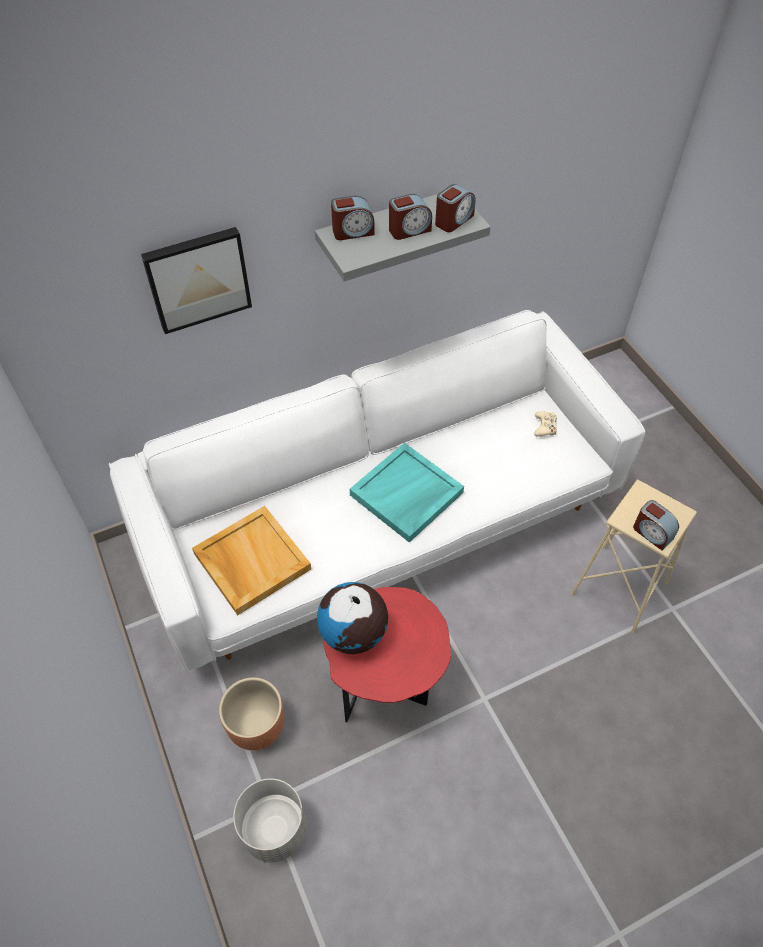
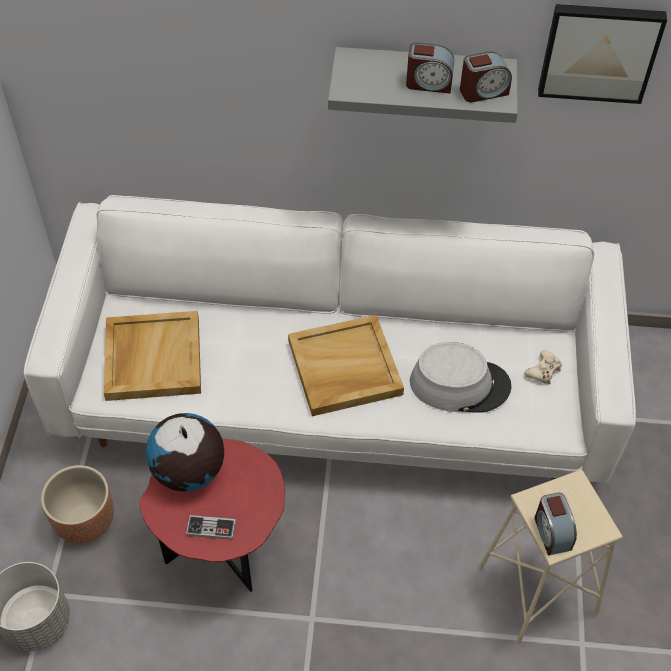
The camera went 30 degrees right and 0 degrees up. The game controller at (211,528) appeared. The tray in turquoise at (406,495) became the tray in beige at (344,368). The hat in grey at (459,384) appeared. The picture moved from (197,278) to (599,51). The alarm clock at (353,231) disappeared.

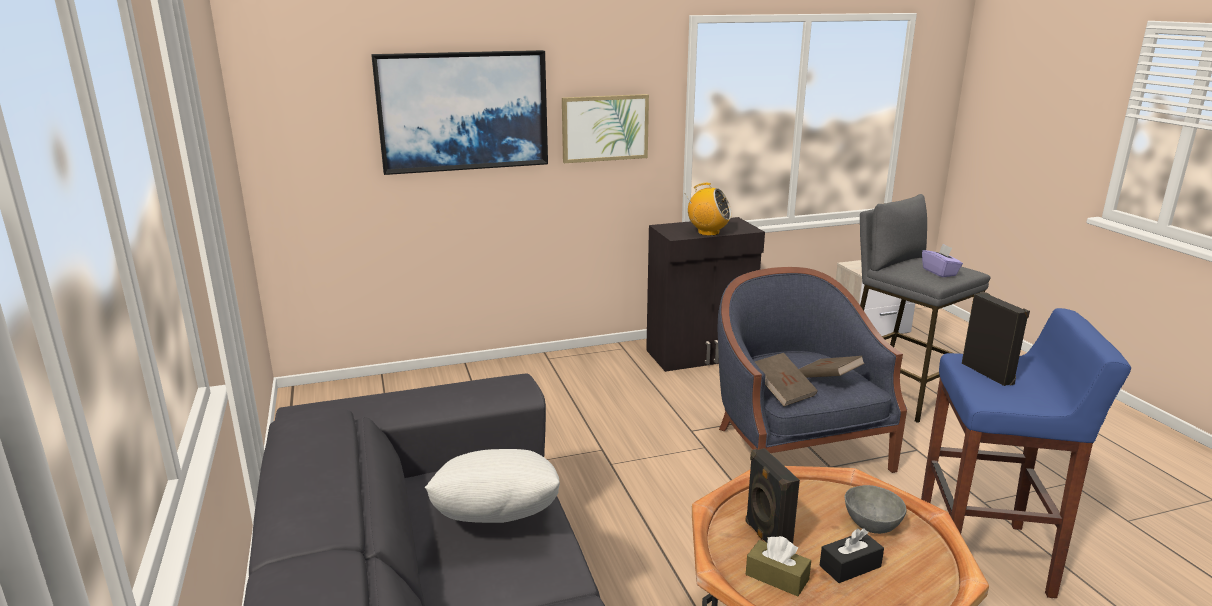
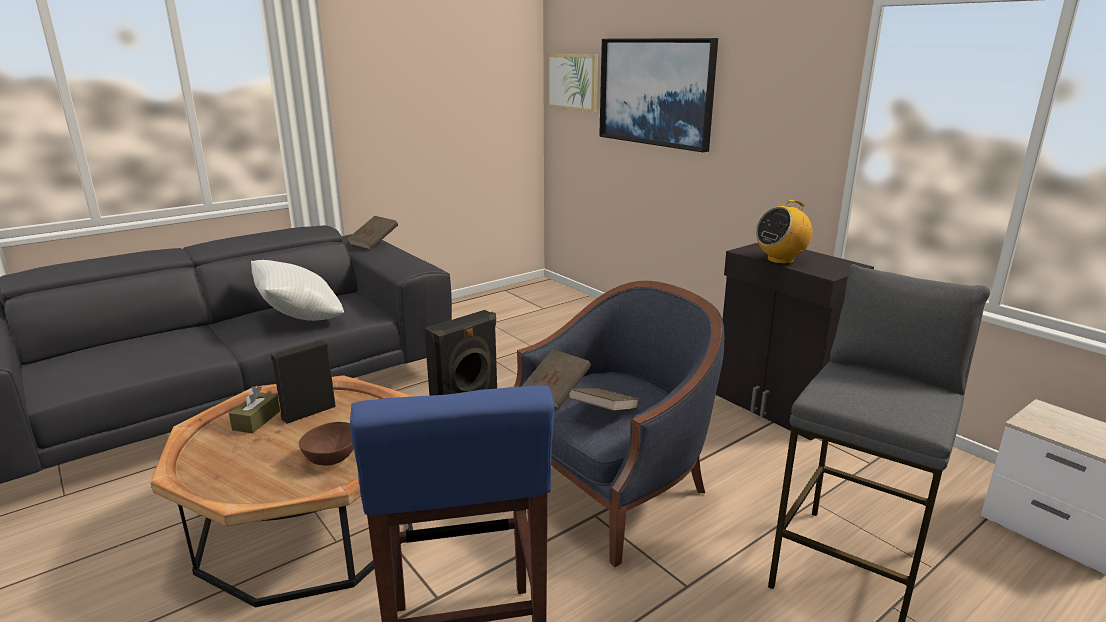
The camera went 70 degrees right and 0 degrees up. The bowl in grey at (871,524) became the bowl in brown at (333,458). The book in brown at (374,243) appeared. The picture moved from (605,128) to (573,82). The radio at (708,232) turned 60 degrees clockwise. The tissue box in black at (850,566) disappeared. The tissue box in purple at (940,272) disappeared.

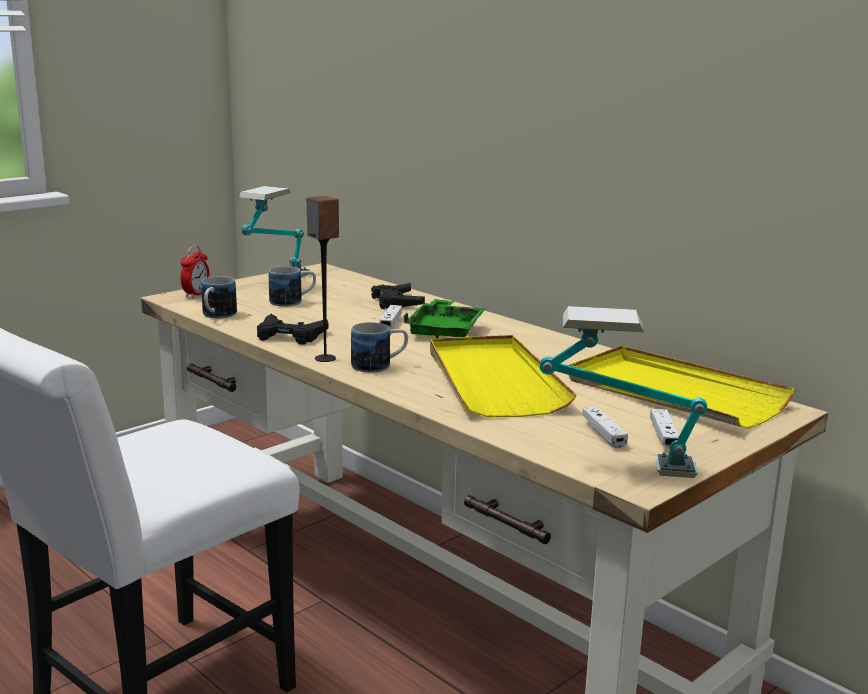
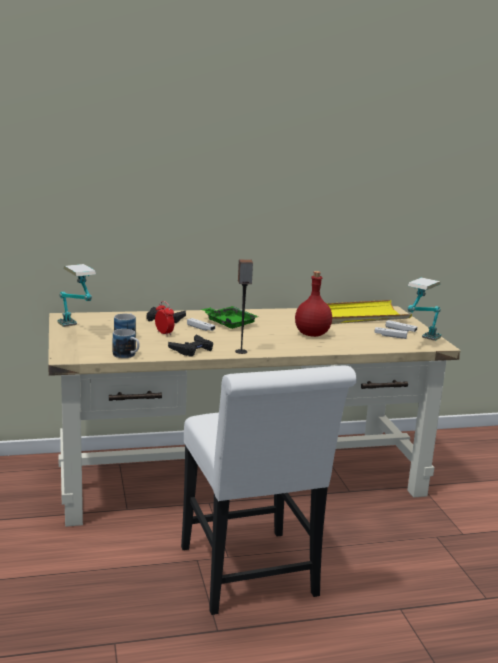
The camera went 60 degrees left and 0 degrees up. The alarm clock moved from (196,294) to (164,333). The tray in yellow at (493,380) was replaced by the bottle in red at (311,334). The mug at (379,365) disappeared.

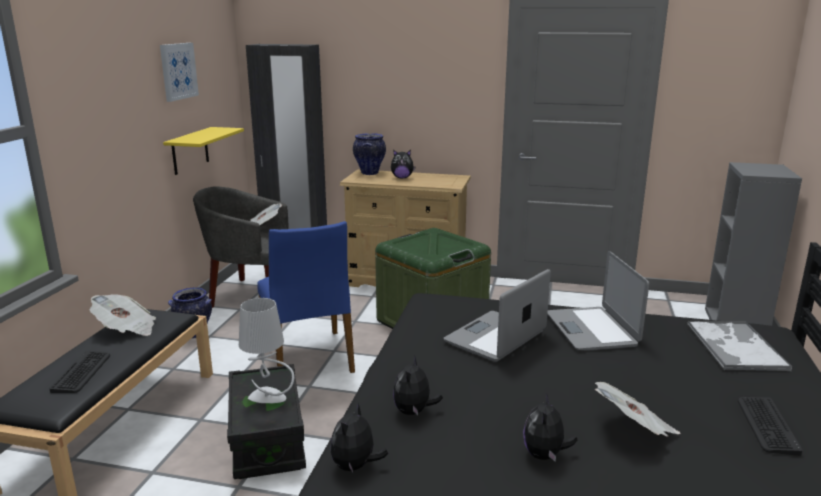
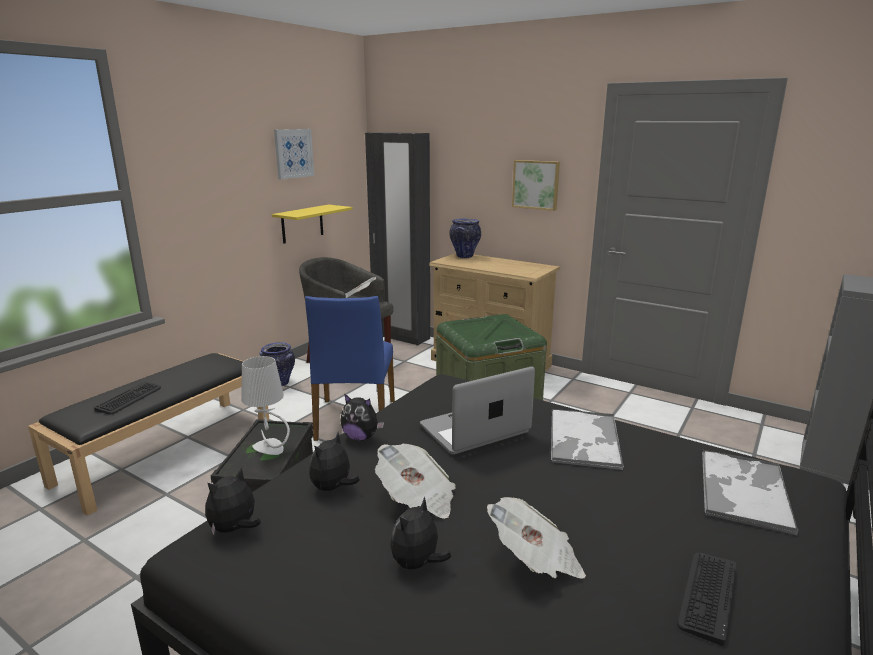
The camera went 20 degrees right and 0 degrees up. The plush toy moved from (402,178) to (361,437). The newspaper moved from (126,329) to (417,498). The picture at (536,184) appeared. The laptop at (592,329) was replaced by the tray at (584,439).

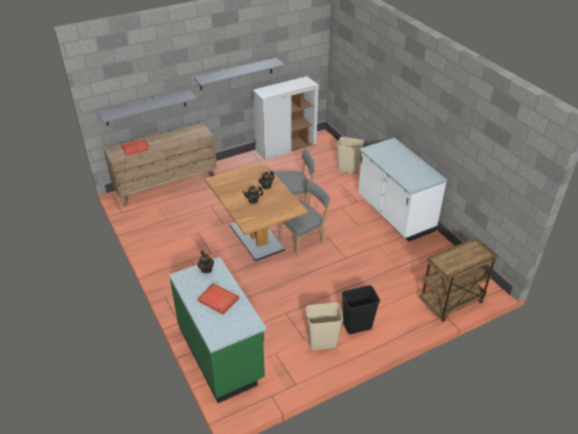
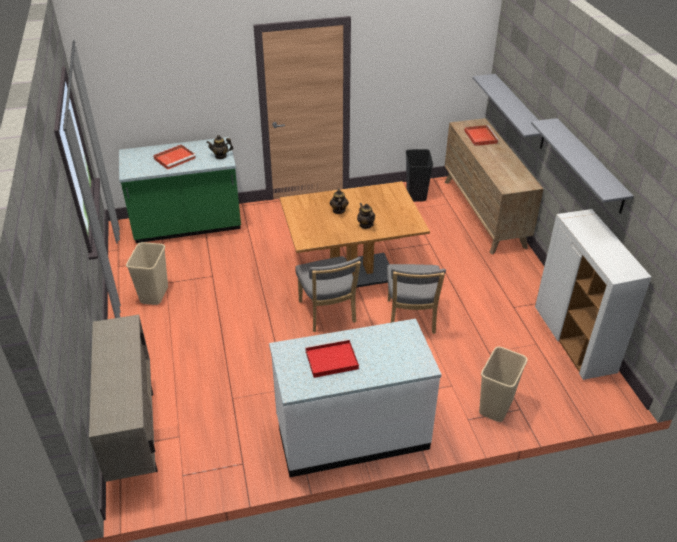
The camera went 105 degrees right and 0 degrees up. The cart in brown at (451,303) was replaced by the cabinet in beige at (134,434). The tray in red at (330,360) appeared. The trash can in black moved from (357,326) to (415,195).

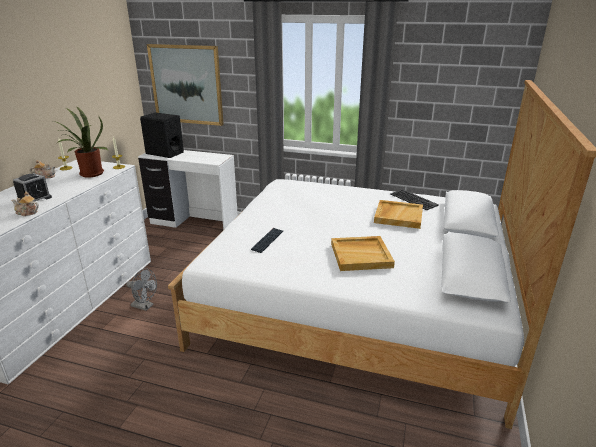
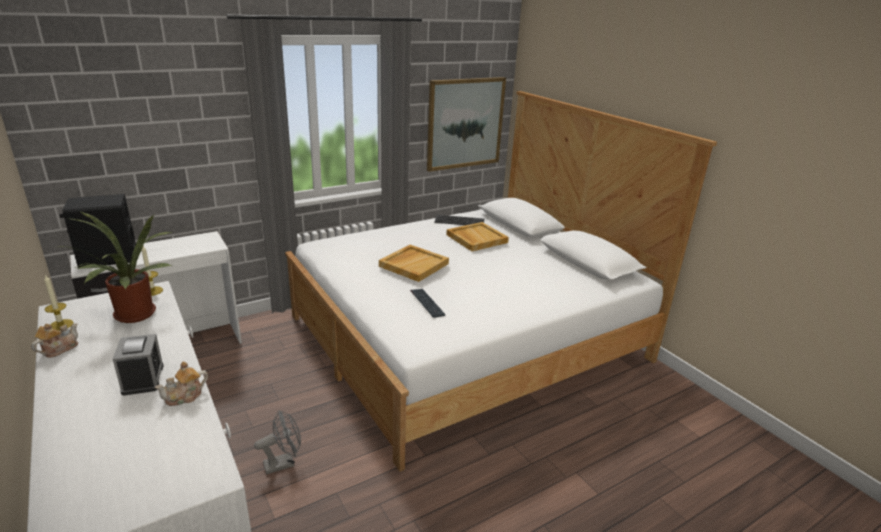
The camera went 50 degrees left and 0 degrees up. The tray in beige moved from (361,255) to (414,265). The picture moved from (186,85) to (465,123).

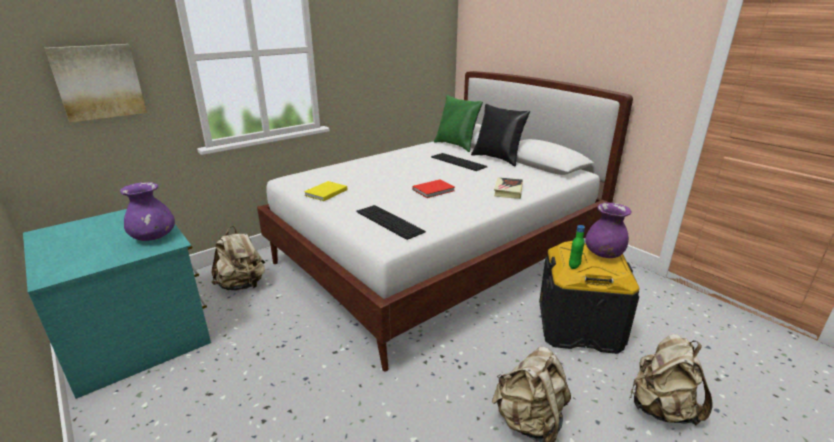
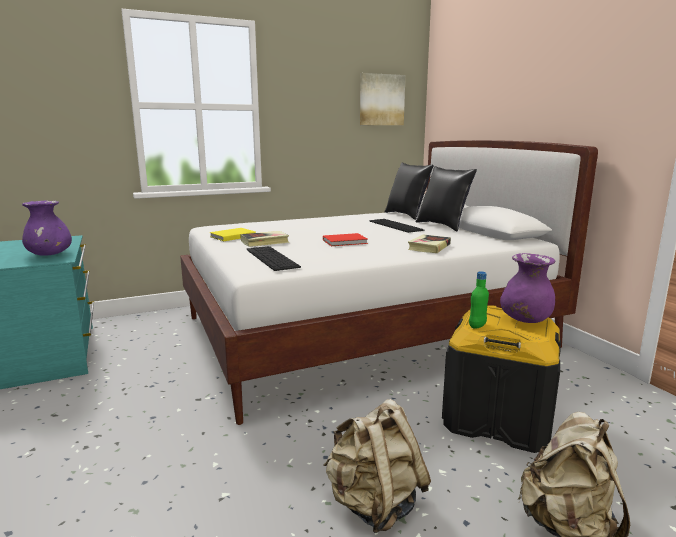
The camera went 15 degrees right and 10 degrees down. The book at (265,242) appeared. The picture moved from (98,82) to (381,100). The pillow in green at (457,145) became the pillow in black at (407,215). The backpack in beige at (242,285) disappeared.

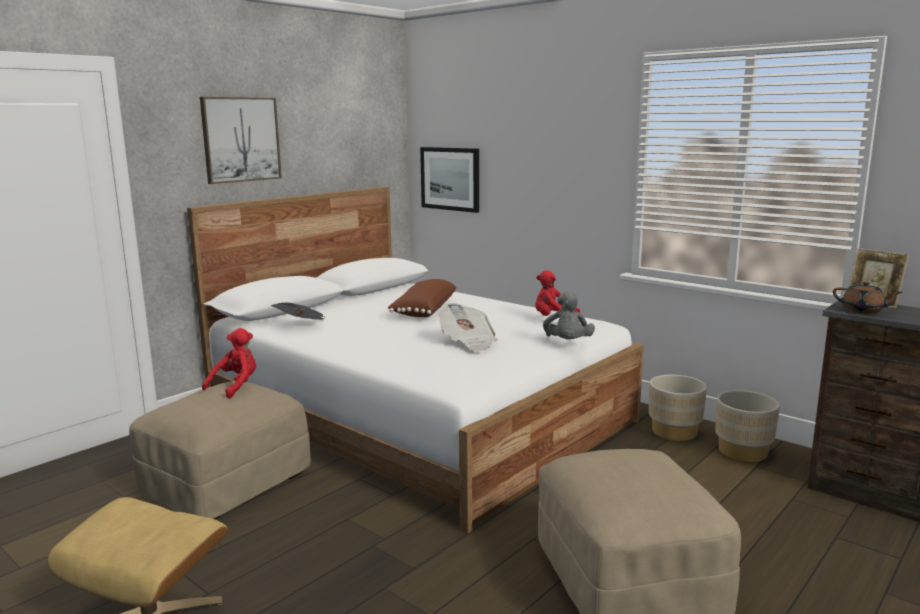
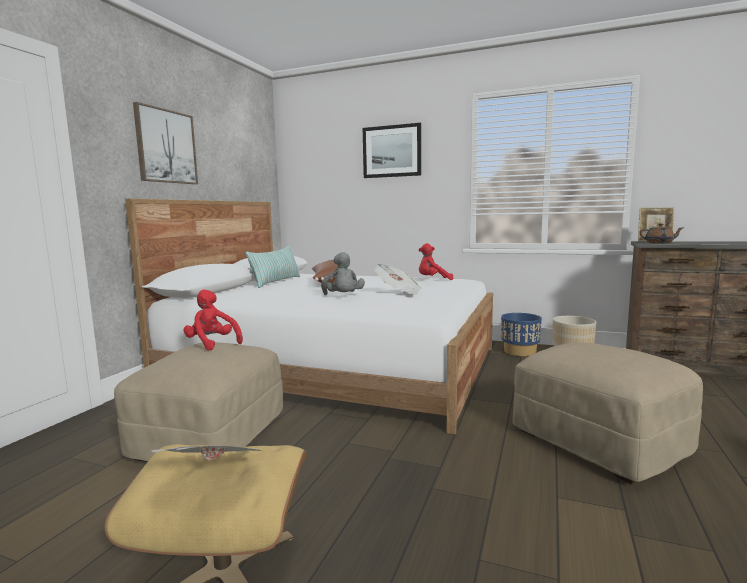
The camera went 20 degrees left and 5 degrees down. The newspaper moved from (302,325) to (215,475). The plush toy in red at (236,386) turned 60 degrees counterclockwise. The pillow at (276,282) appeared. The plush toy in grey moved from (567,343) to (343,297). The picture moved from (450,179) to (392,151). The planter in beige at (674,432) became the planter in blue at (520,352).

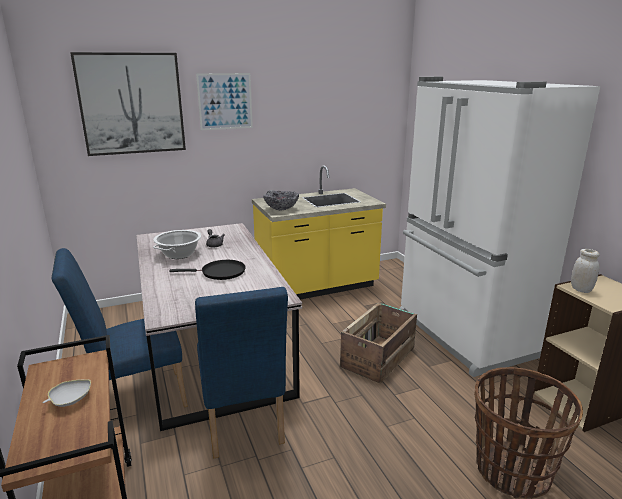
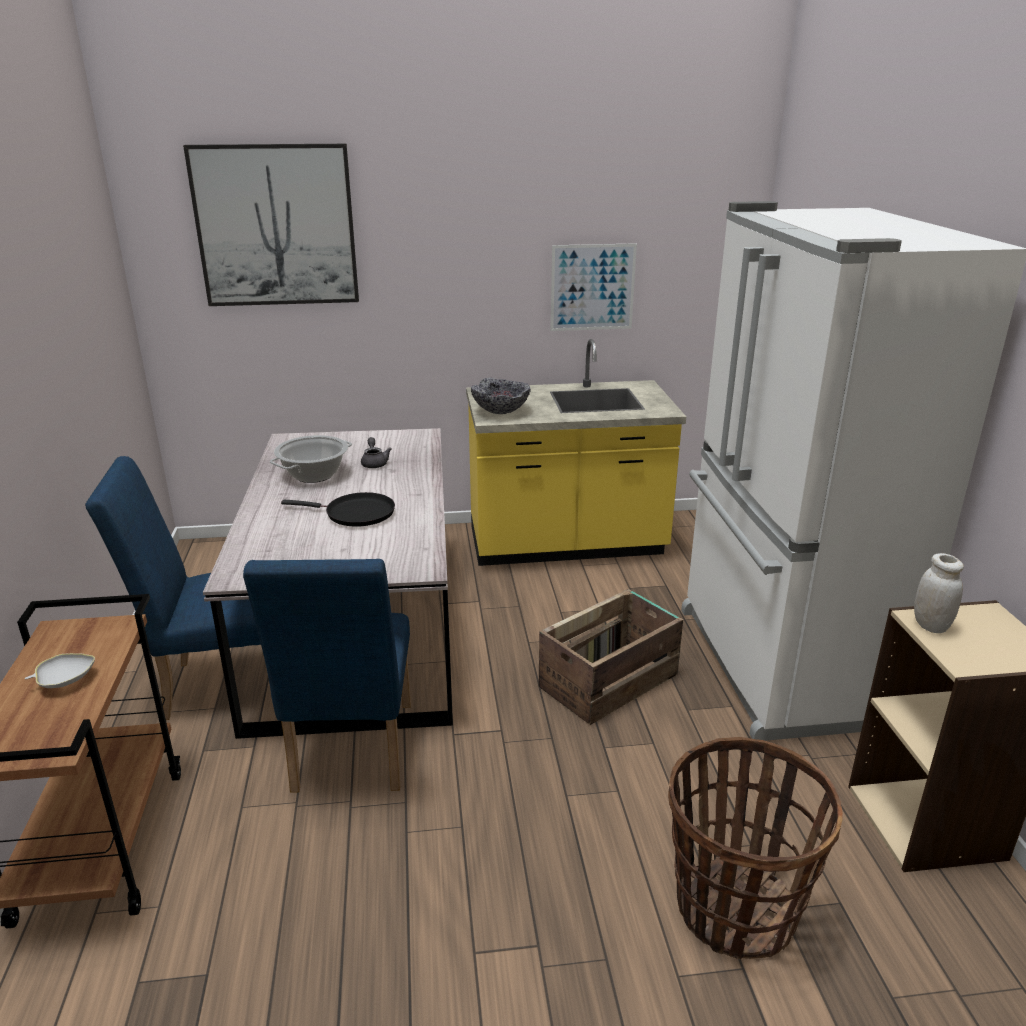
The camera went 15 degrees right and 5 degrees up. The picture moved from (225,101) to (592,287).

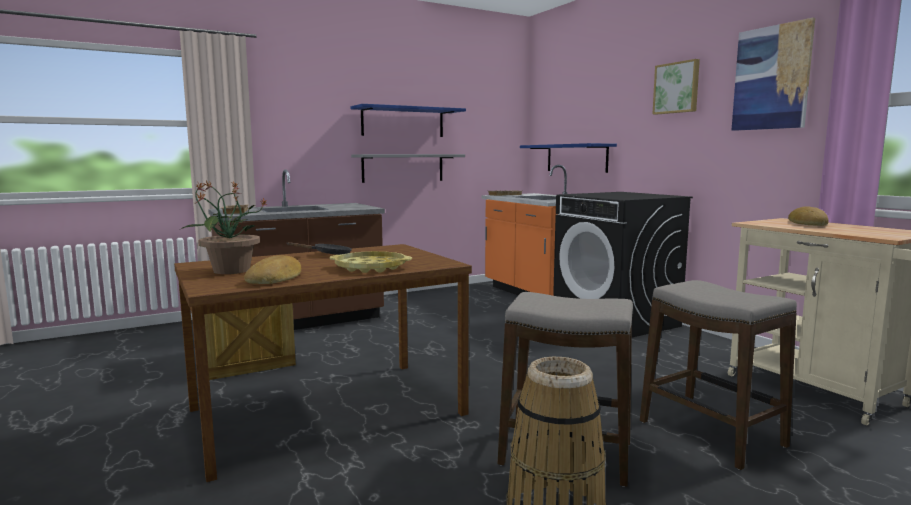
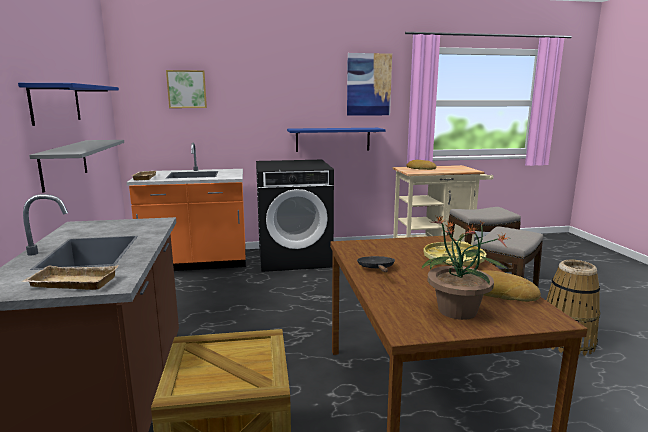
The camera went 70 degrees left and 5 degrees up. The picture moved from (677,88) to (187,89). The shelf in blue moved from (576,158) to (333,139).

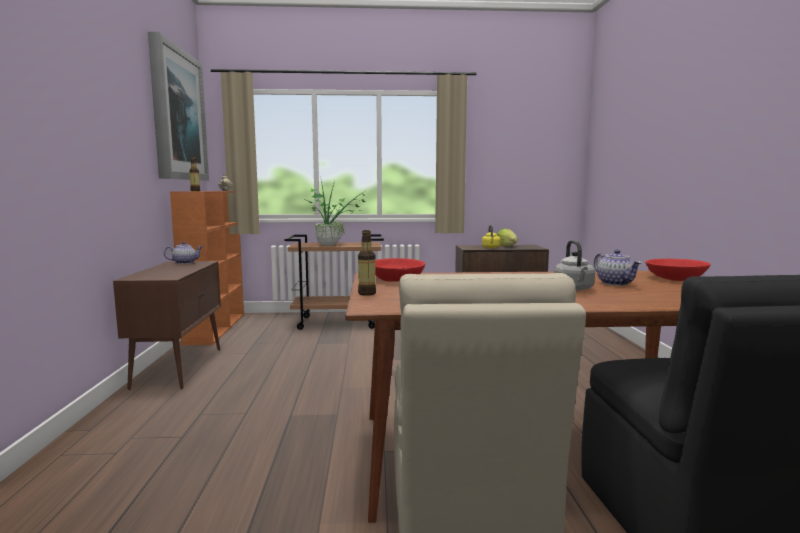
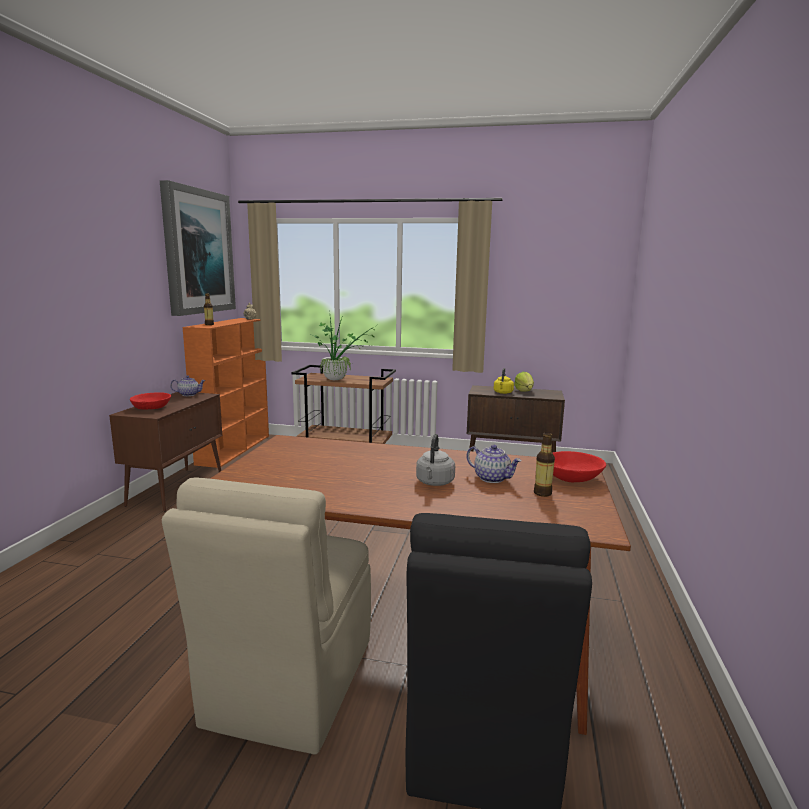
The camera went 15 degrees right and 5 degrees up. The bowl in red moved from (396,279) to (151,407). The teapot at (615,283) turned 45 degrees counterclockwise. The bottle moved from (367,293) to (542,493).

